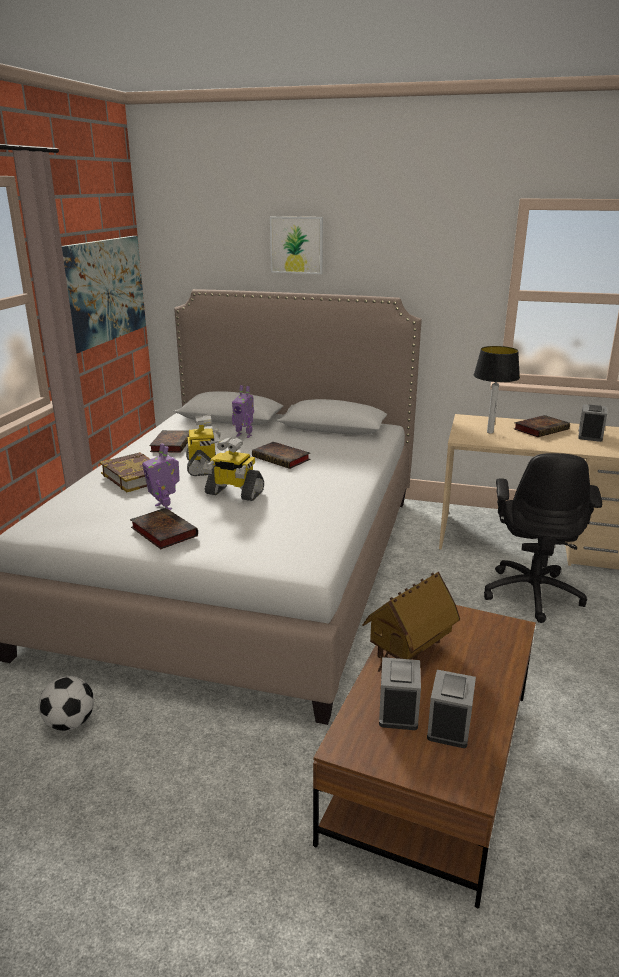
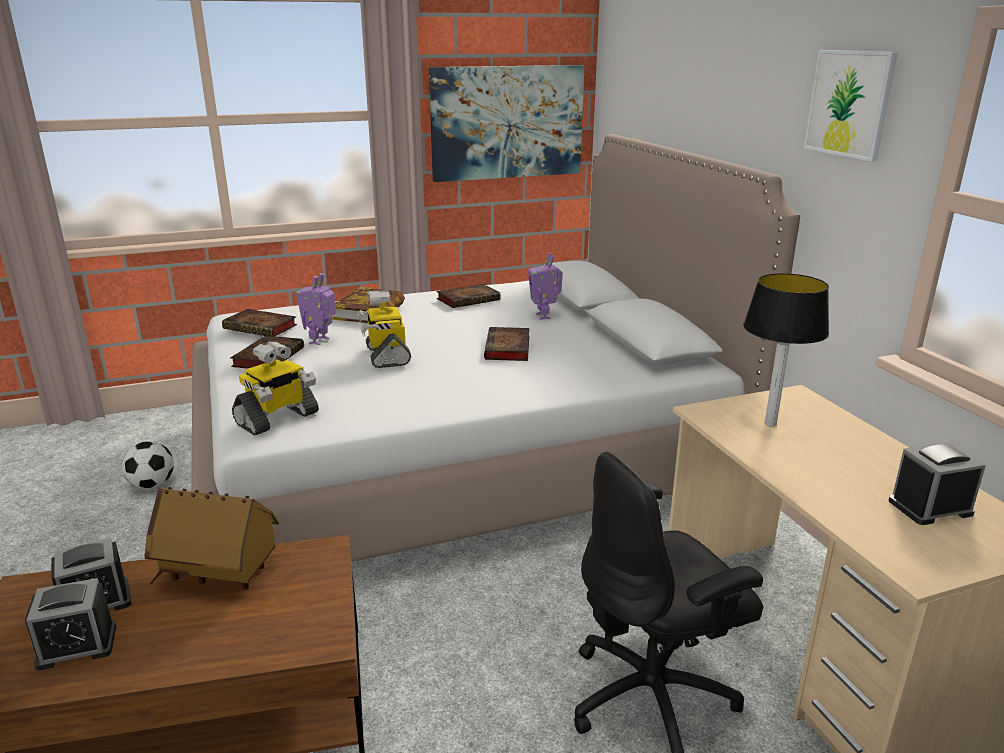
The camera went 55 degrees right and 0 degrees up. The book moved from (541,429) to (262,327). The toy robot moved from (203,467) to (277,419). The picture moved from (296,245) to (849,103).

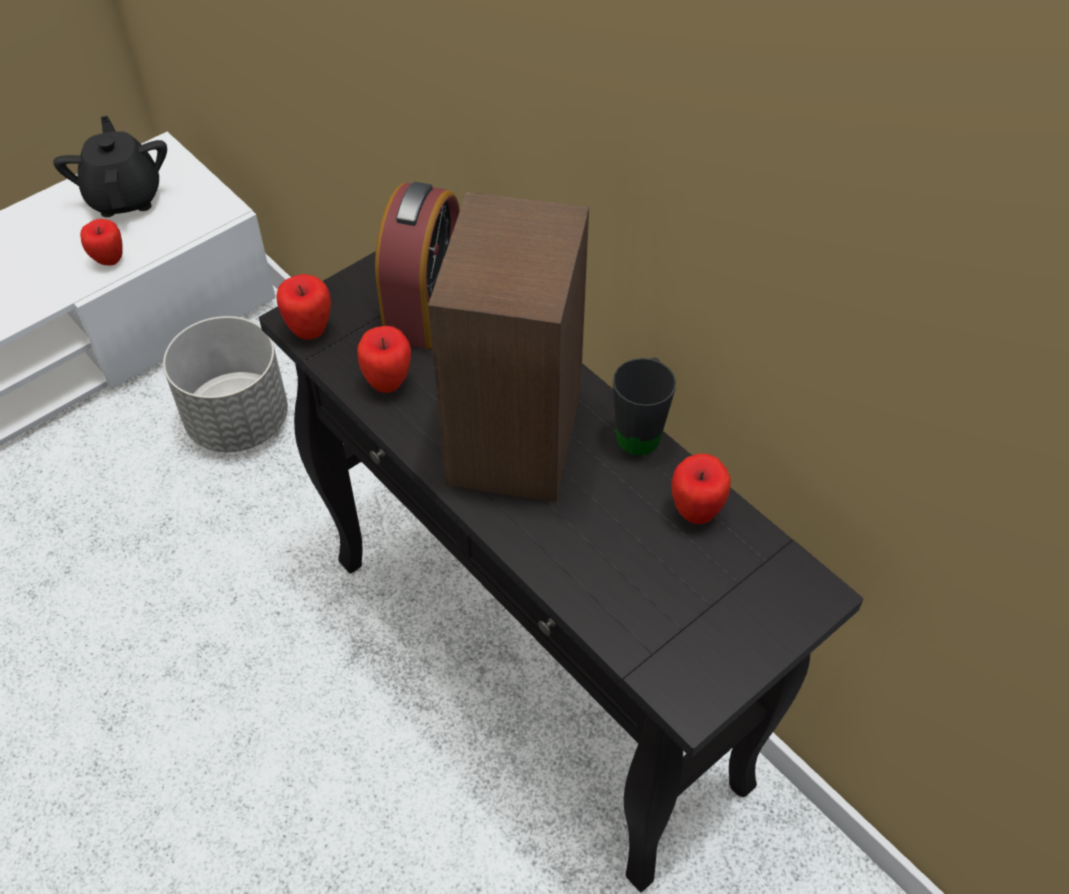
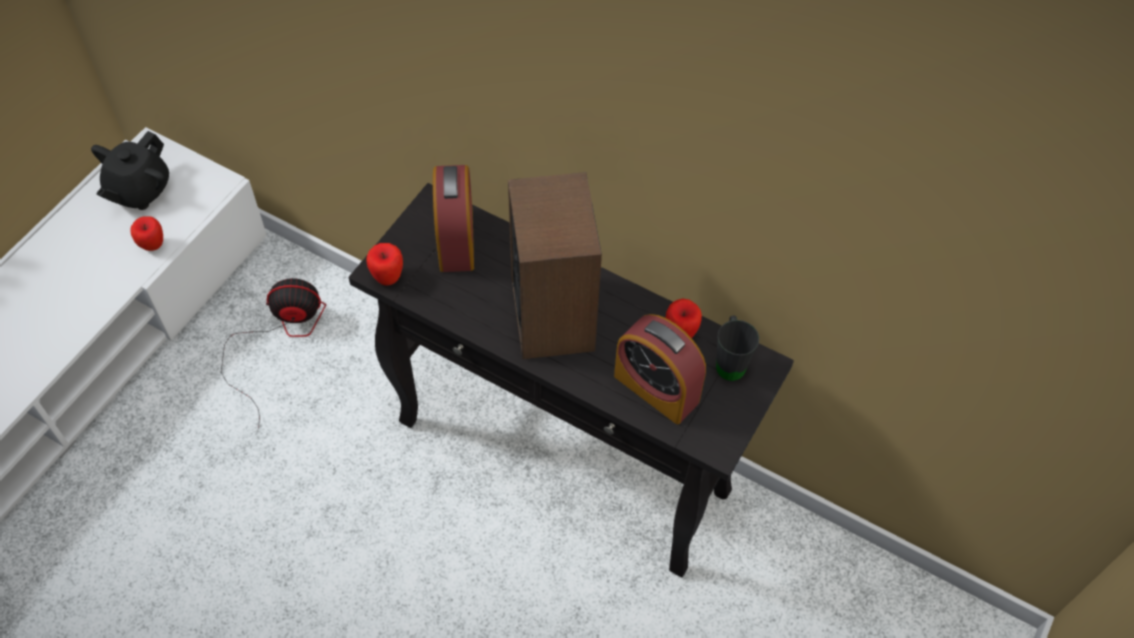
The camera went 20 degrees left and 5 degrees up. The teapot in black at (125,197) turned 120 degrees counterclockwise. The planter in grey at (239,421) was replaced by the fan at (279,338). The alarm clock at (656,388) appeared. The mug in black moved from (641,429) to (729,361). The apple at (388,383) disappeared.

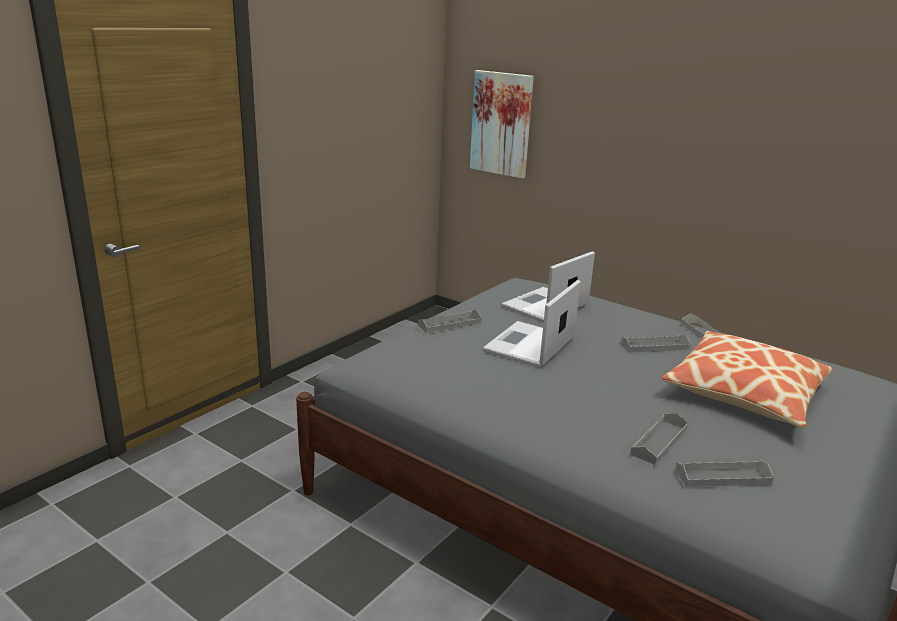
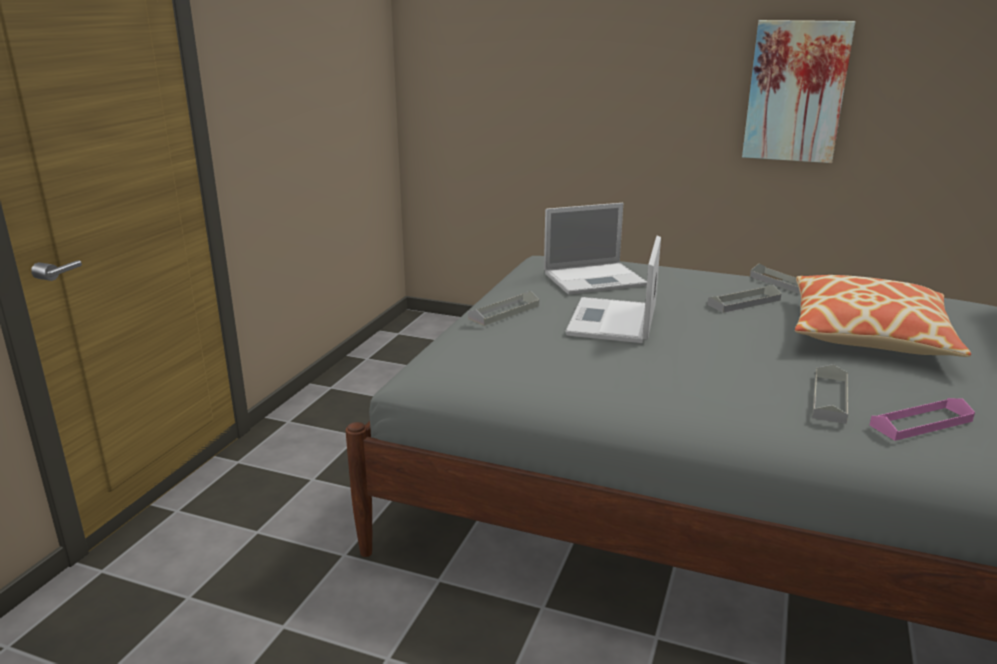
The camera went 15 degrees left and 0 degrees up. The laptop at (544,306) turned 135 degrees counterclockwise. The picture moved from (501,124) to (796,92). The tray in grey at (722,477) became the tray in pink at (921,423).

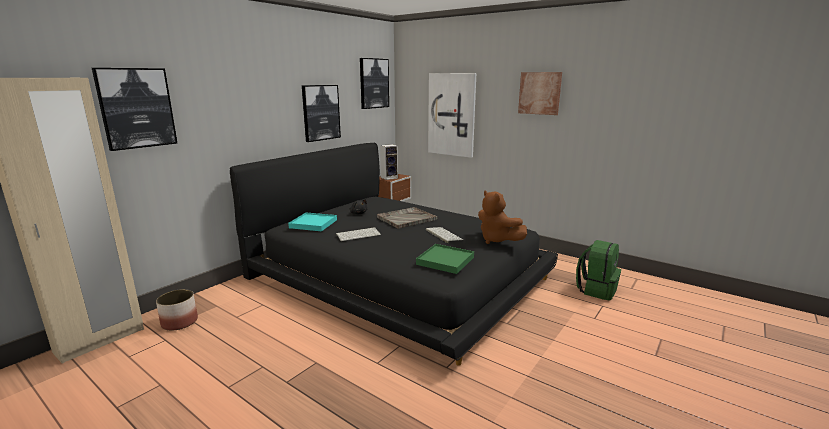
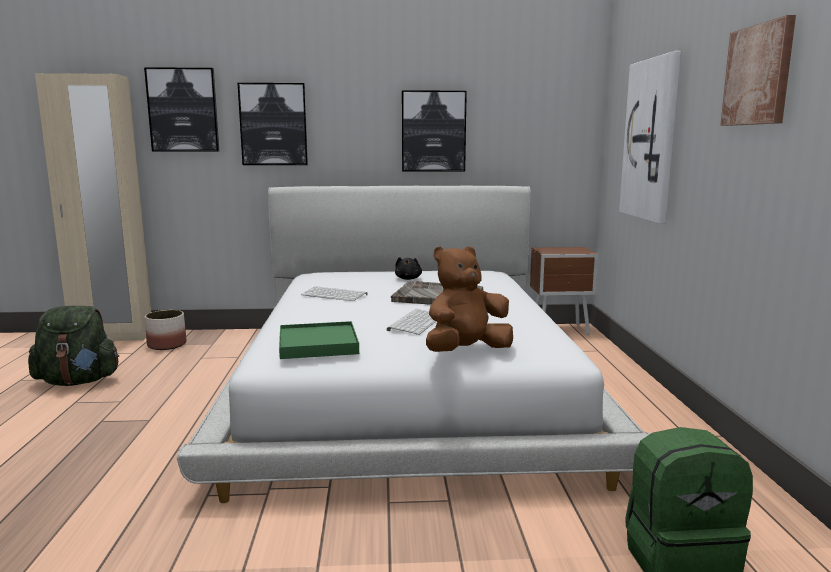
The camera went 50 degrees right and 5 degrees down. The backpack in green at (78,381) appeared. The bed in black at (398,276) became the bed in white at (408,386). The picture moved from (374,83) to (273,124). The plush toy in brown at (497,240) turned 45 degrees clockwise. The tray in turquoise at (313,224) disappeared. The speaker at (389,177) disappeared.

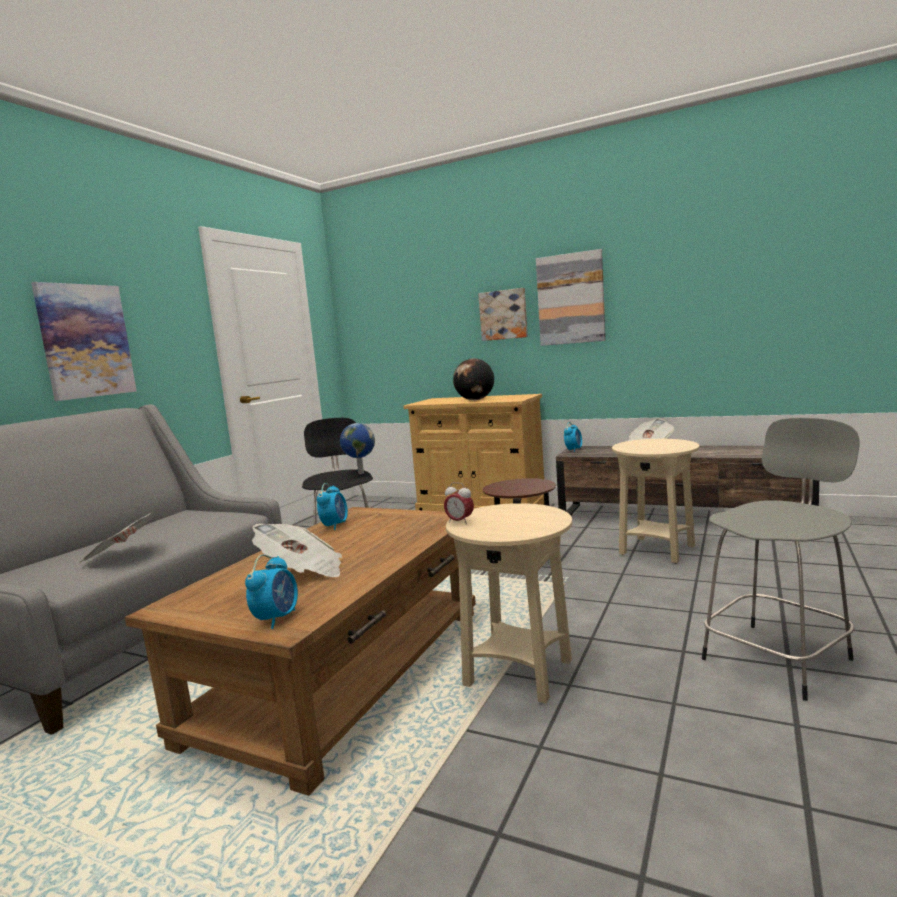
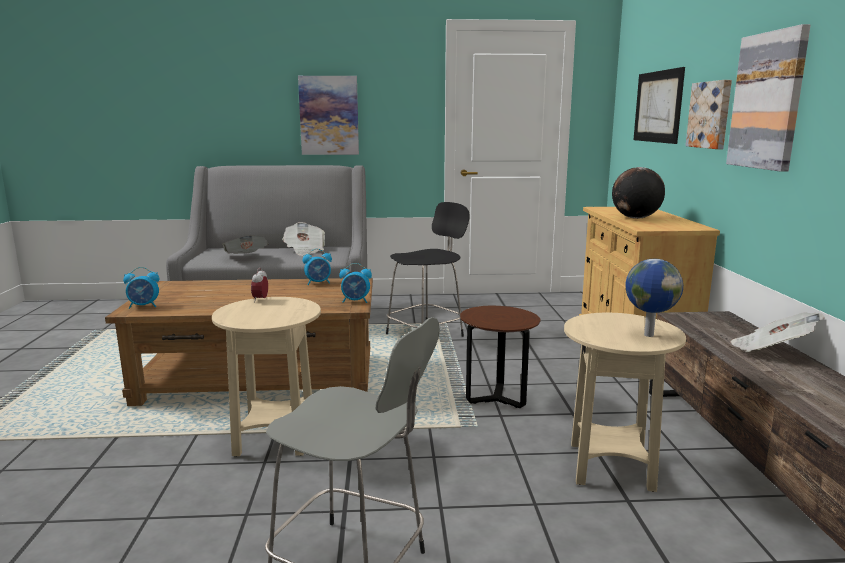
The camera went 60 degrees right and 5 degrees up. The newspaper moved from (303,572) to (305,251). The alarm clock moved from (573,450) to (356,301). The globe moved from (360,473) to (648,335). The picture at (657,106) appeared.

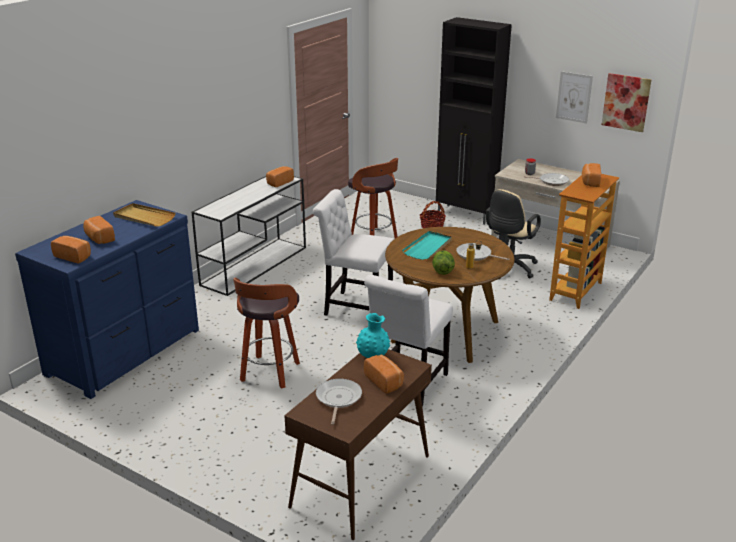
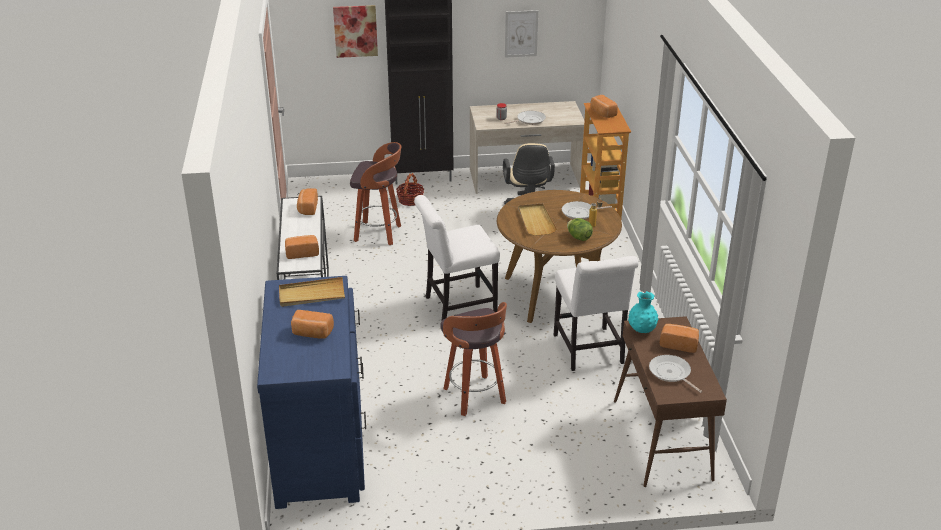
The camera went 40 degrees left and 5 degrees up. The bread moved from (74,256) to (302,253). The picture moved from (626,102) to (355,31). The tray in turquoise at (428,247) became the tray in beige at (536,221).

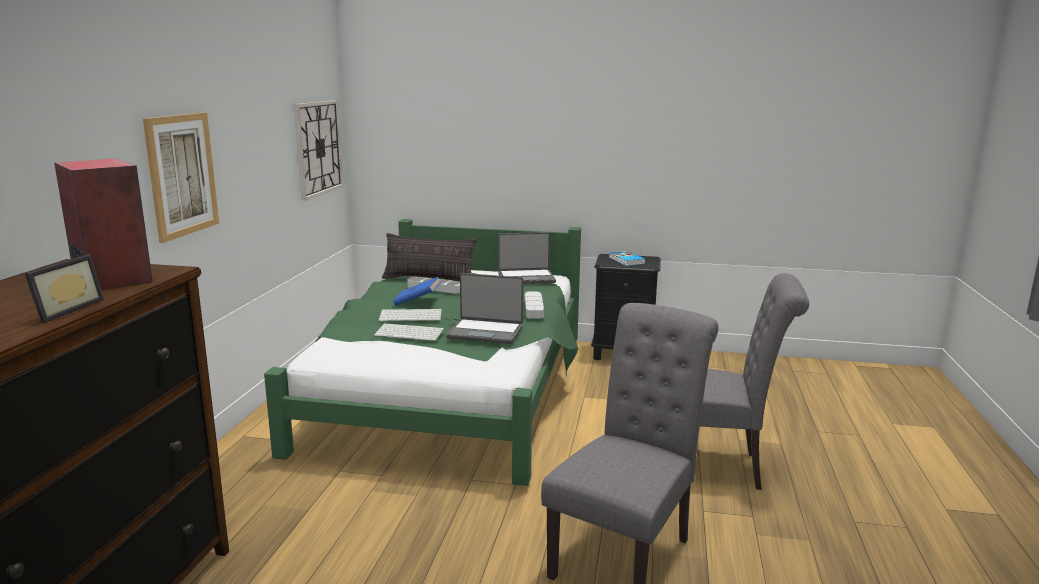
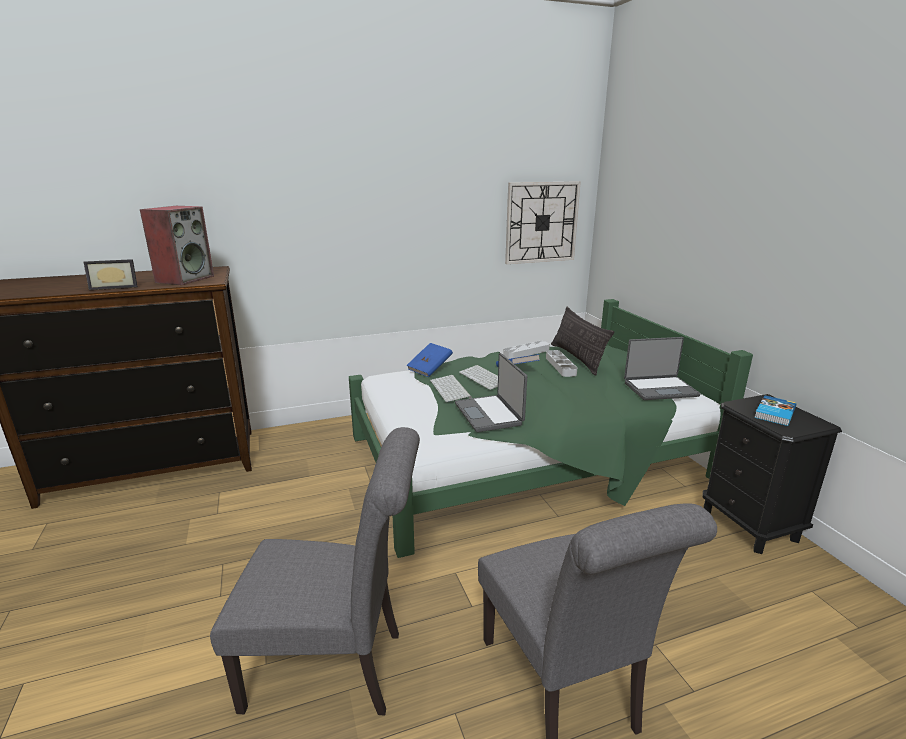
The camera went 60 degrees right and 5 degrees up. The book in blue at (430,369) appeared. The tray in grey moved from (533,308) to (526,353). The laptop at (526,278) turned 60 degrees counterclockwise. The picture at (182,175) disappeared.

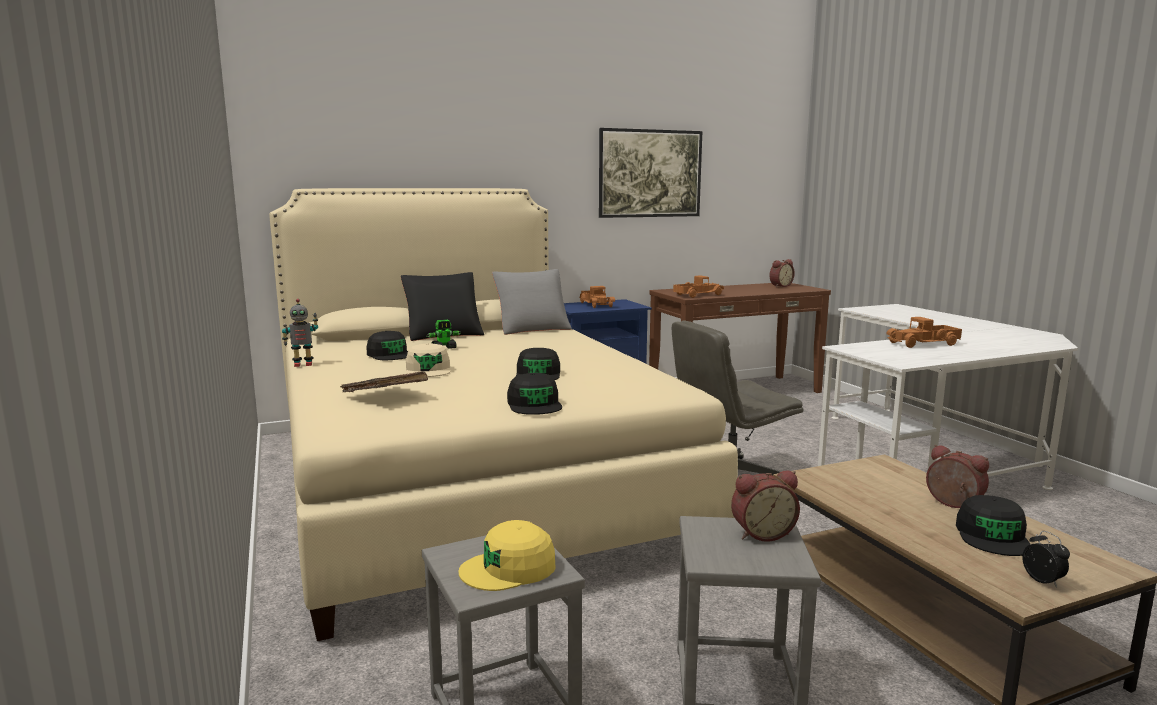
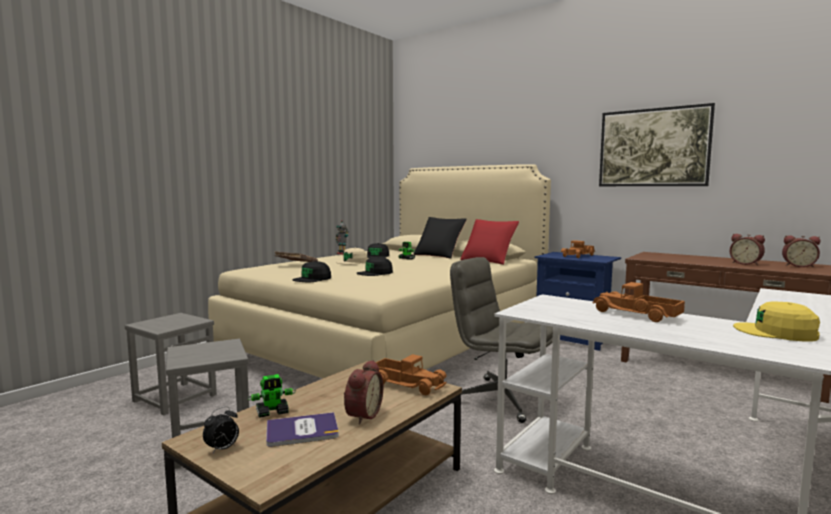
The camera went 60 degrees right and 5 degrees down. The toy robot at (273,412) appeared. The cap in black at (992,536) was replaced by the book at (302,431). The toy truck moved from (697,295) to (408,384). The pillow in grey at (532,328) became the pillow in red at (488,260). The alarm clock moved from (761,533) to (746,263). The cap in yellow moved from (509,568) to (776,332).

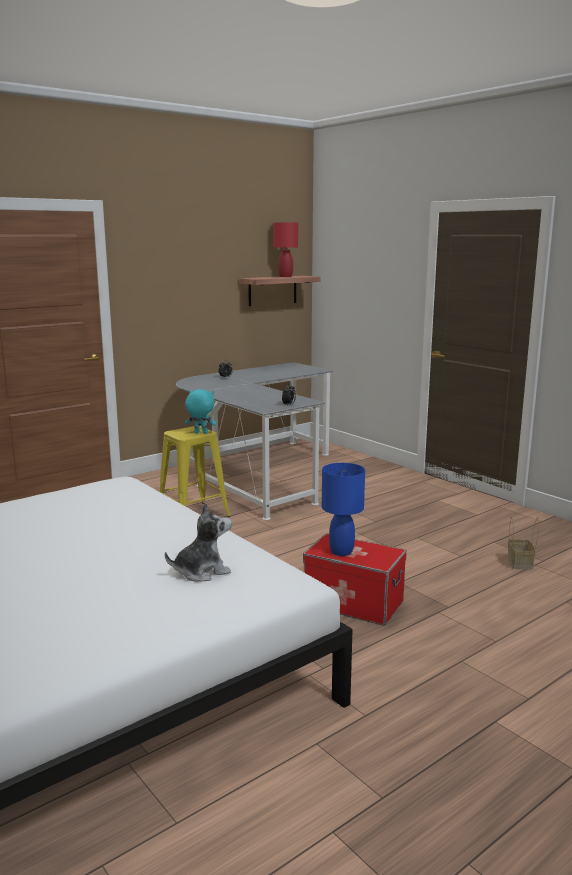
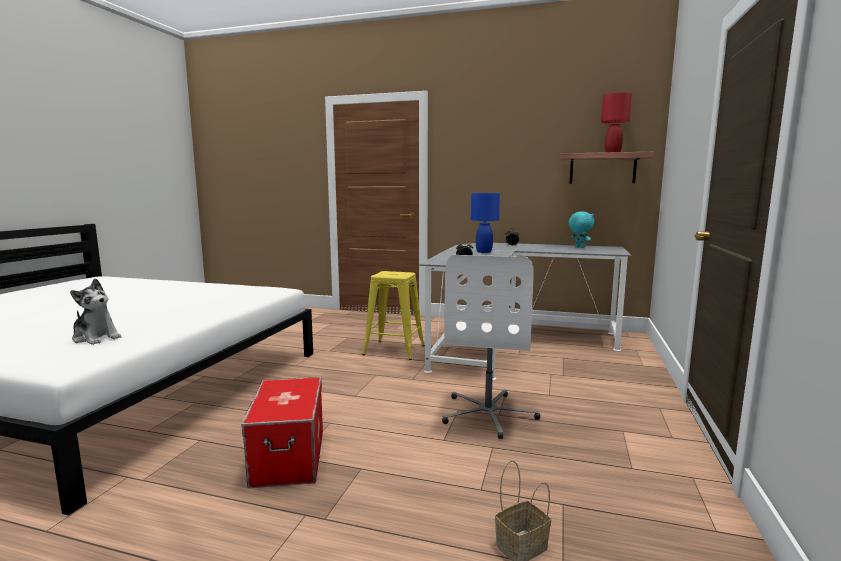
The camera went 55 degrees right and 5 degrees down. The office chair in white at (488,414) appeared. The table lamp in blue moved from (342,551) to (484,252). The plush toy in turquoise moved from (200,433) to (579,247).

